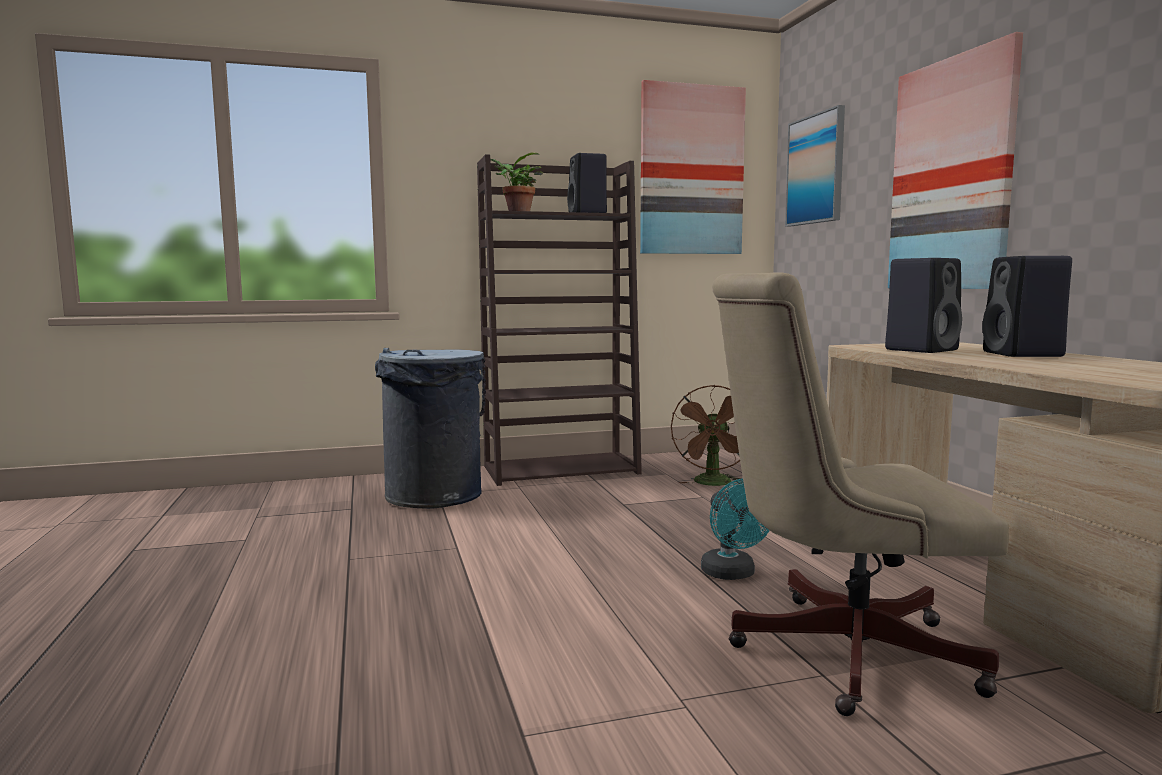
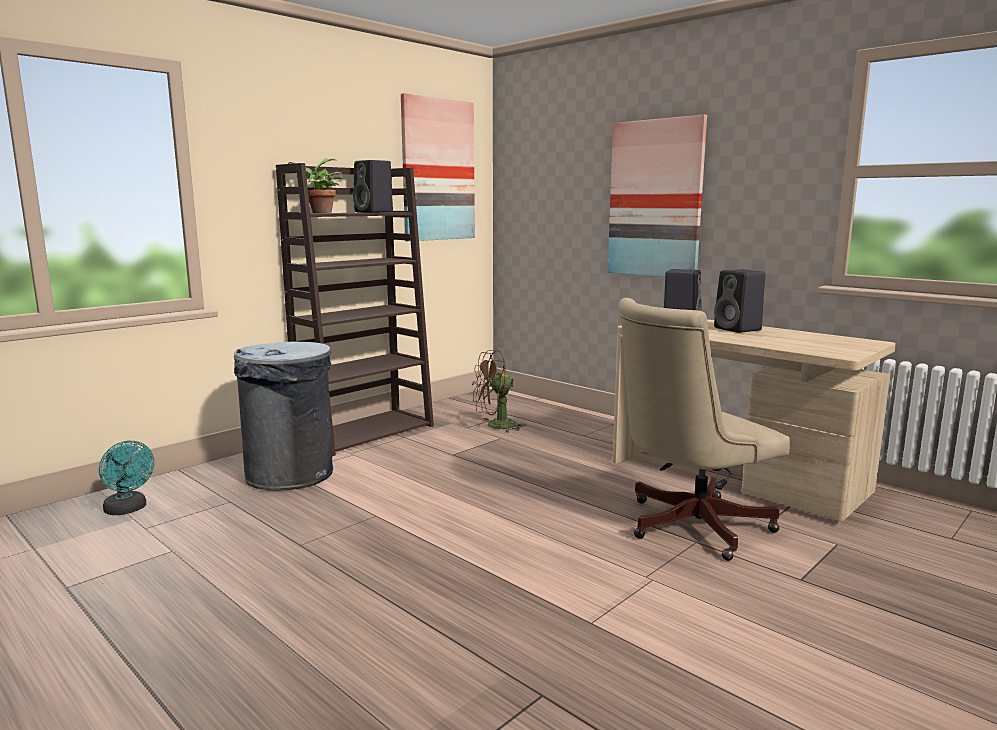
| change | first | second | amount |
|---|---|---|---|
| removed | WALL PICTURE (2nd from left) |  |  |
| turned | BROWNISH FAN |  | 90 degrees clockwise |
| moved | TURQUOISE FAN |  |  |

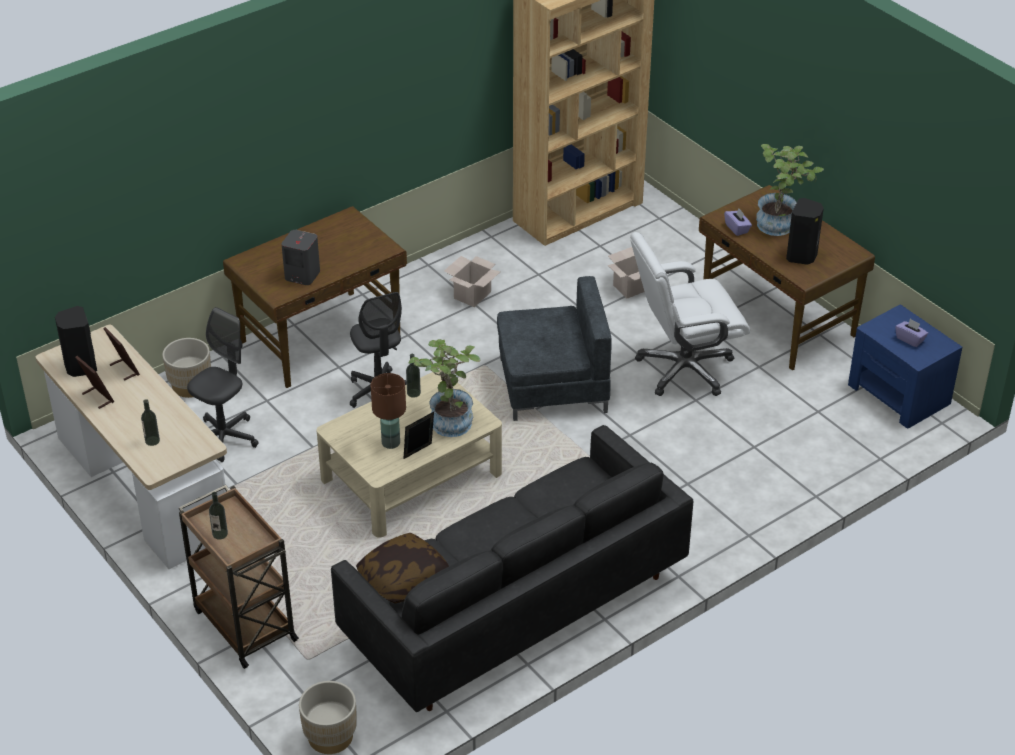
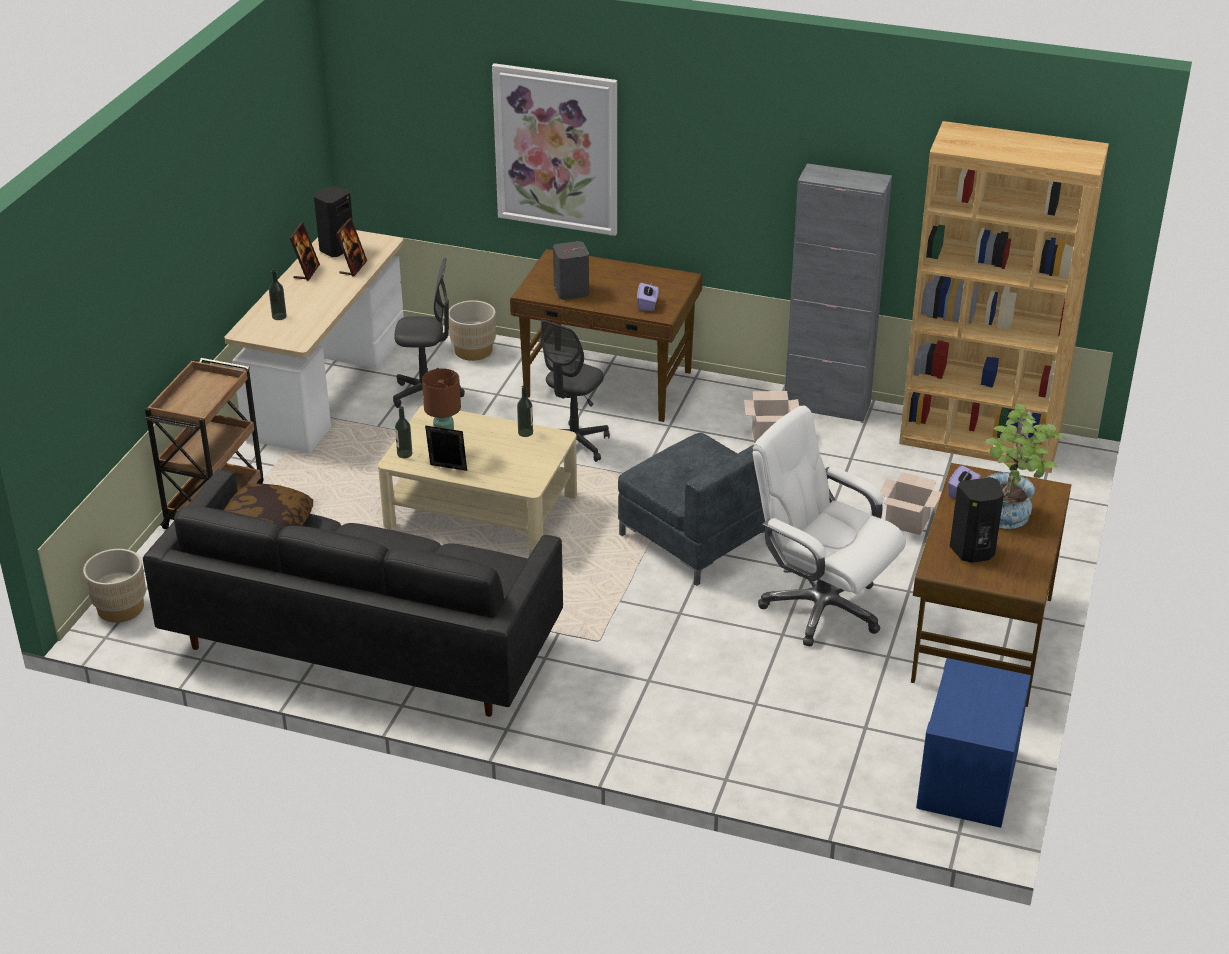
| change | first | second | amount |
|---|---|---|---|
| moved | PURPLE-COLOURED TISSUE HOLDER (2nd from left in the first image) | PURPLE-COLOURED TISSUE HOLDER (1st from left) |  |
| removed | HOUSEPLANT (1st from left) |  |  |
| moved | BOTTLE (2nd from left) |  |  |
| added |  | WALL PICTURE |  |
| added |  | GREY CUPBOARD |  |

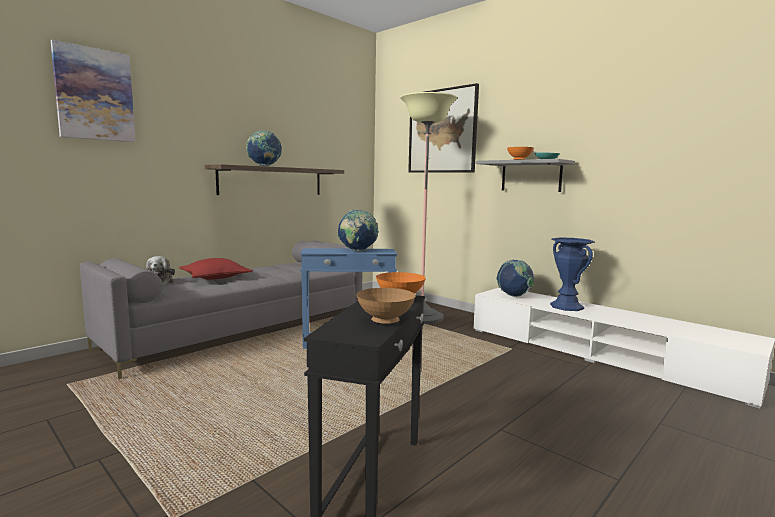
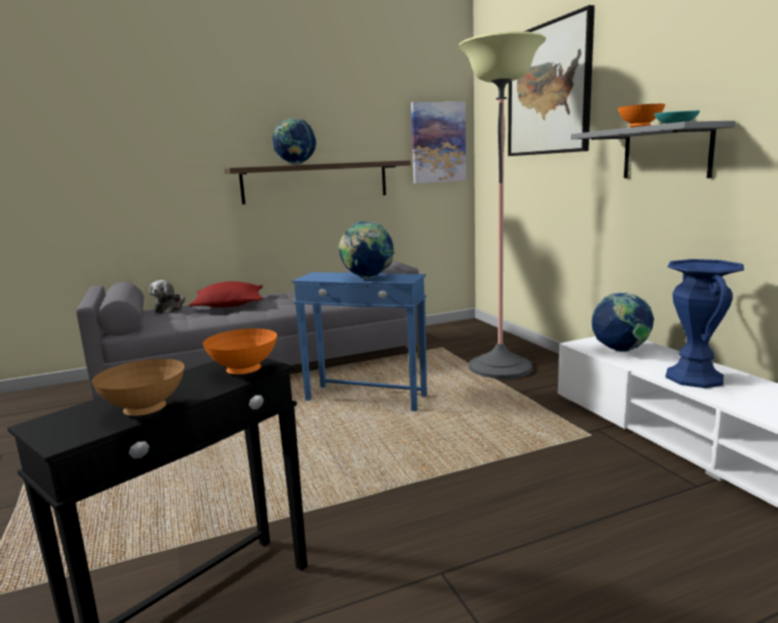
| change | first | second | amount |
|---|---|---|---|
| moved | WALL PICTURE (1st from left) |  |  |

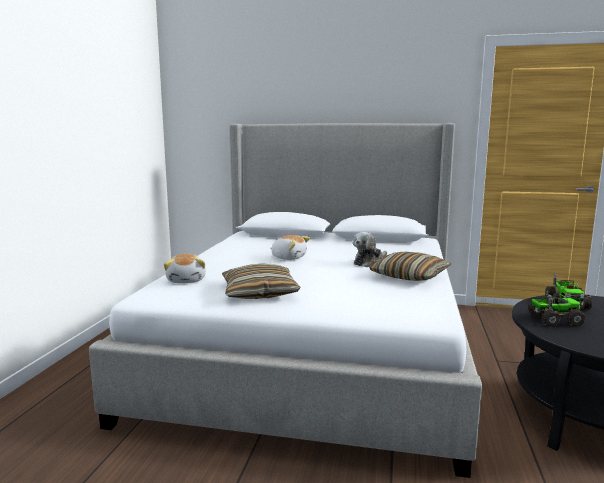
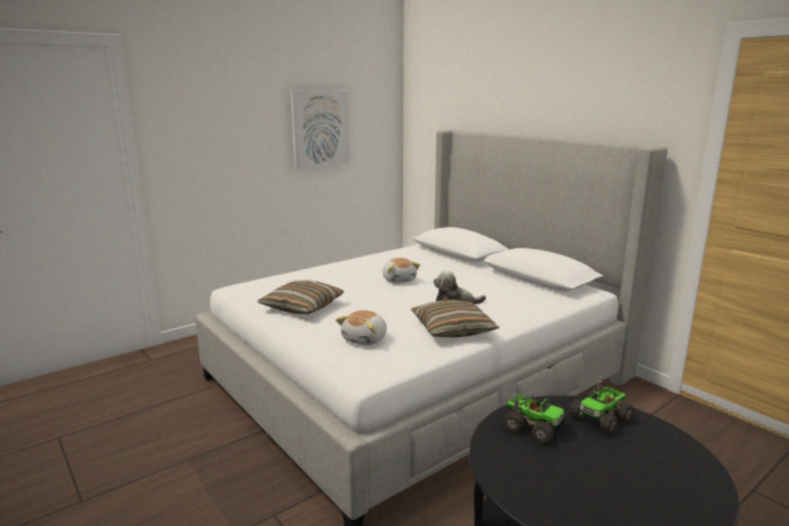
| change | first | second | amount |
|---|---|---|---|
| moved | PLUSH TOY (1st from left) |  |  |
| added |  | WALL PICTURE |  |

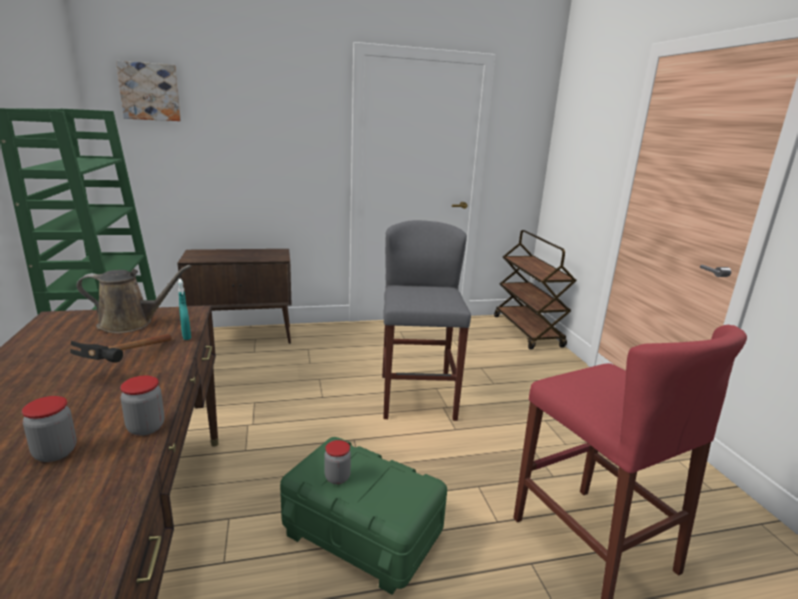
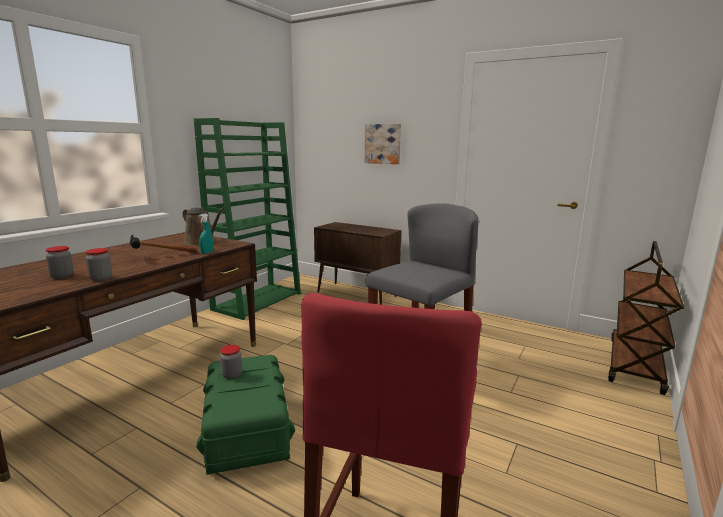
| change | first | second | amount |
|---|---|---|---|
| moved | WALL PICTURE |  |  |

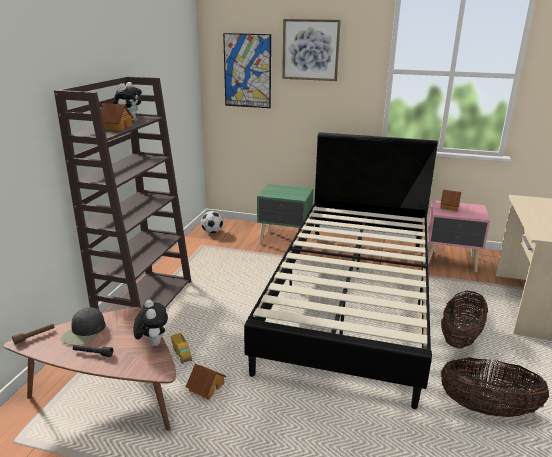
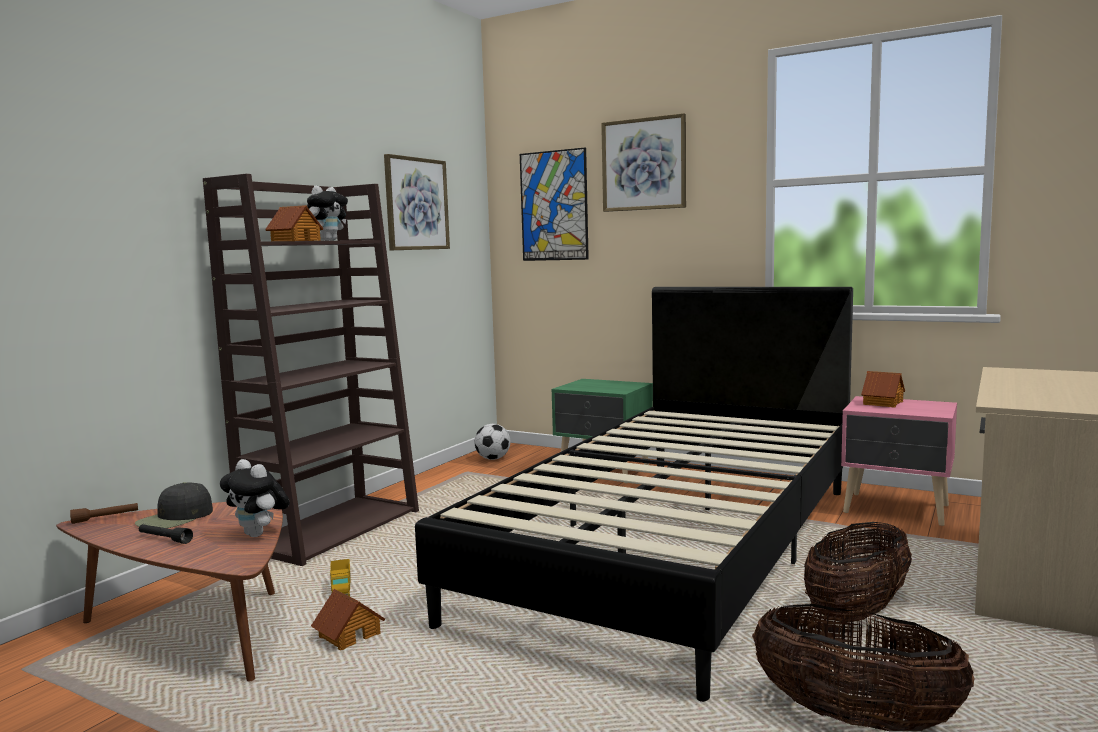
| change | first | second | amount |
|---|---|---|---|
| turned | PLUSH TOY (2nd from left in the first image) | PLUSH TOY (1st from left) | 135 degrees clockwise |
| added |  | WALL PICTURE (1st from left) |  |

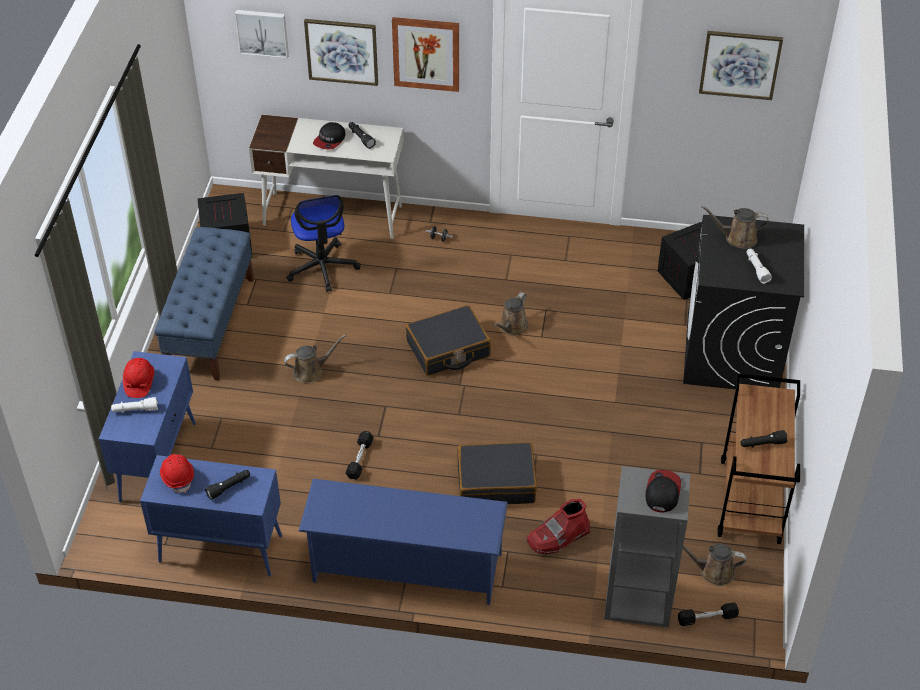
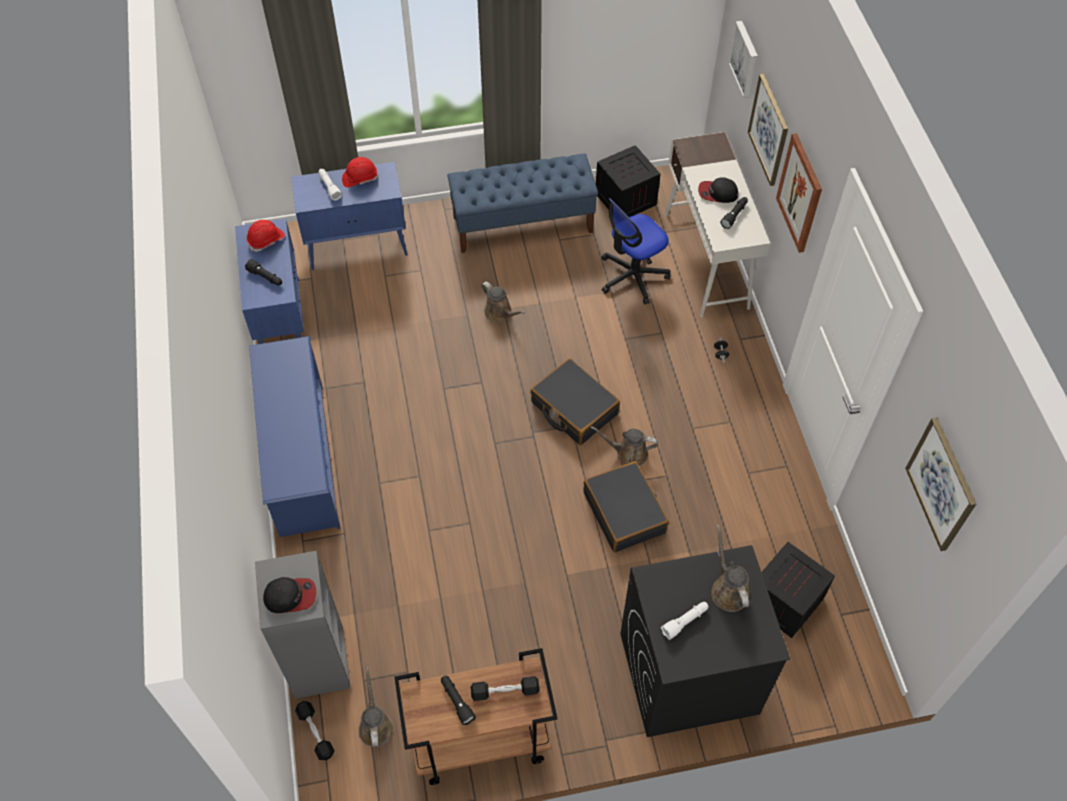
| change | first | second | amount |
|---|---|---|---|
| moved | BLACK-COLOURED DUMBBELL (1st from left in the first image) | BLACK-COLOURED DUMBBELL (2nd from left) |  |
| moved | BLACK-COLOURED PIECE OF LUGGAGE (2nd from left) |  |  |
| removed | RED HIGH-TOP BOOT |  |  |

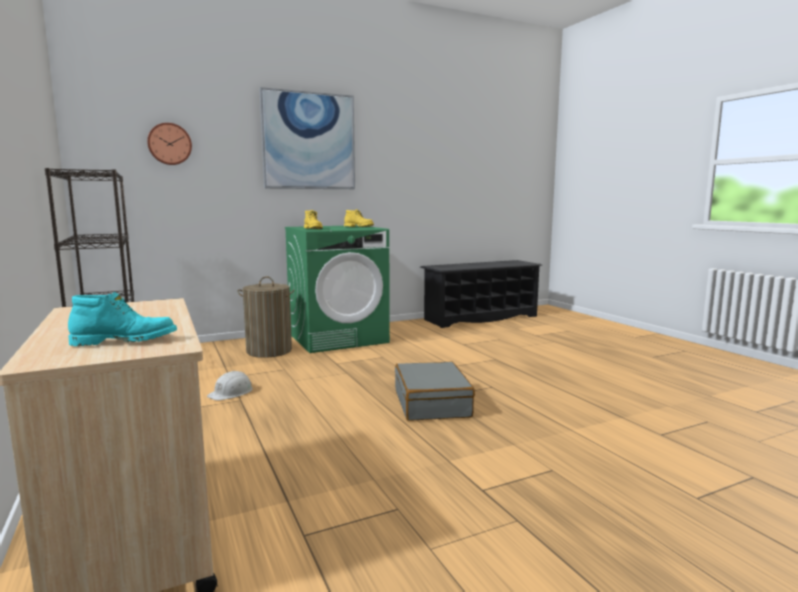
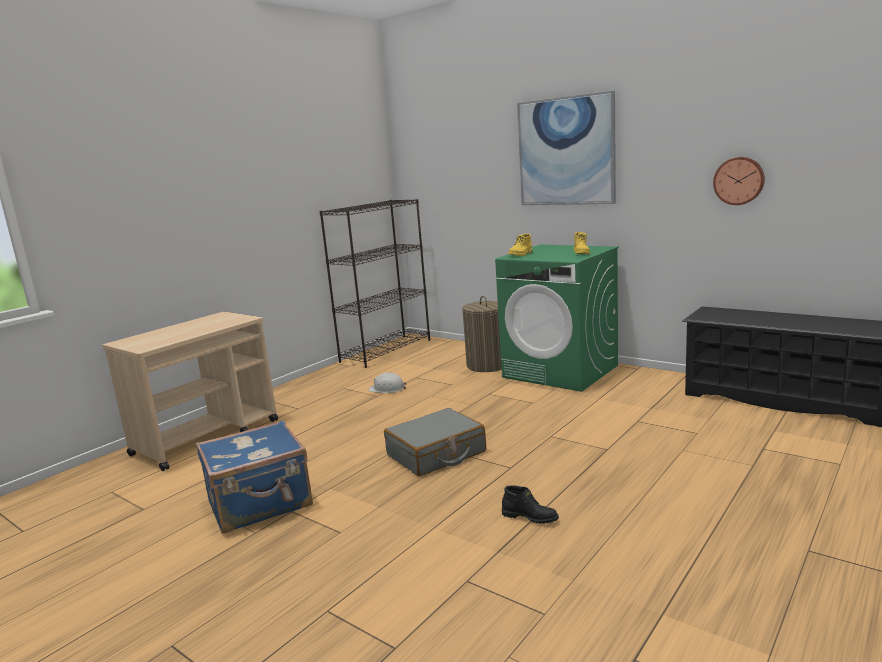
| change | first | second | amount |
|---|---|---|---|
| moved | HANGING CLOCK |  |  |
| removed | TURQUOISE HIGH-TOP BOOT |  |  |
| added |  | BLUE-COLOURED PIECE OF LUGGAGE |  |
| added |  | BLACK-COLOURED HIGH-TOP BOOT |  |

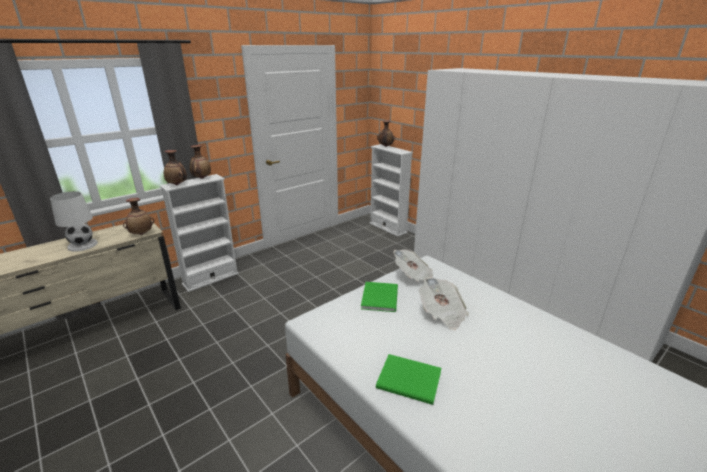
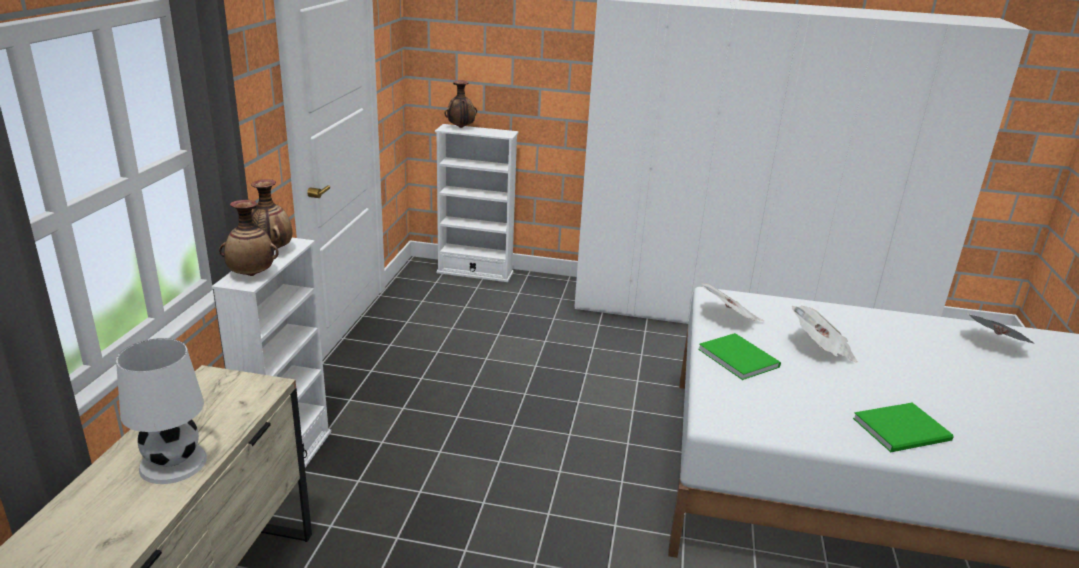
| change | first | second | amount |
|---|---|---|---|
| removed | VASE (1st from left) |  |  |
| added |  | NEWSPAPER (3rd from left) |  |

